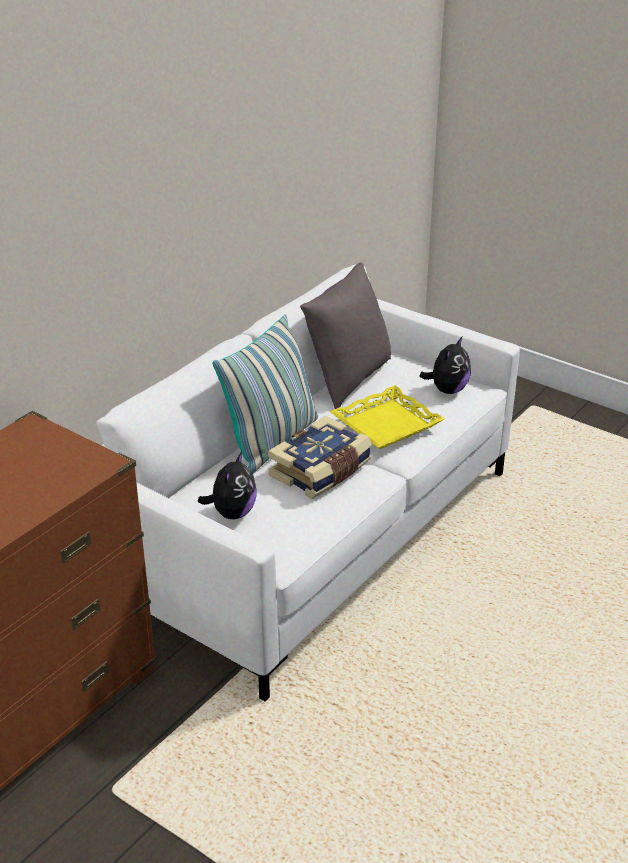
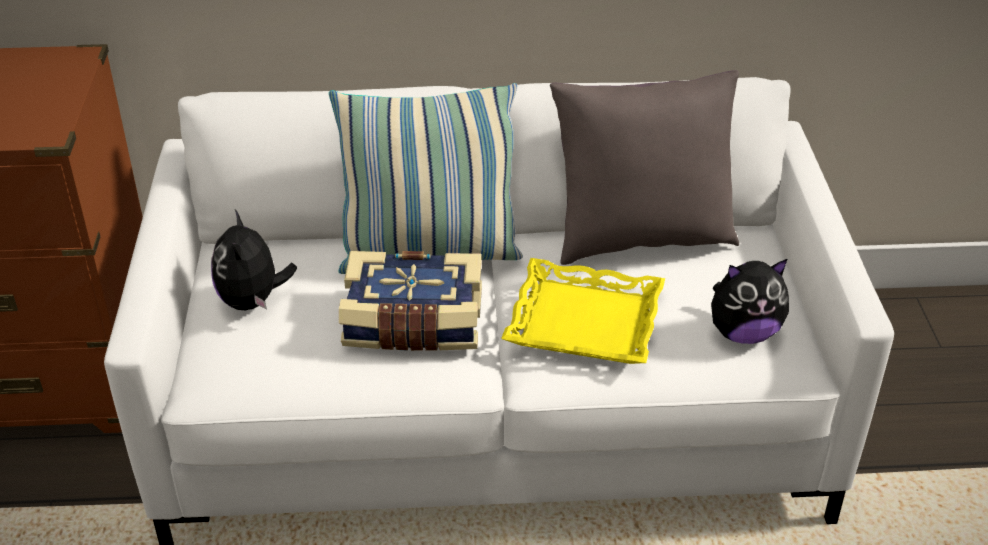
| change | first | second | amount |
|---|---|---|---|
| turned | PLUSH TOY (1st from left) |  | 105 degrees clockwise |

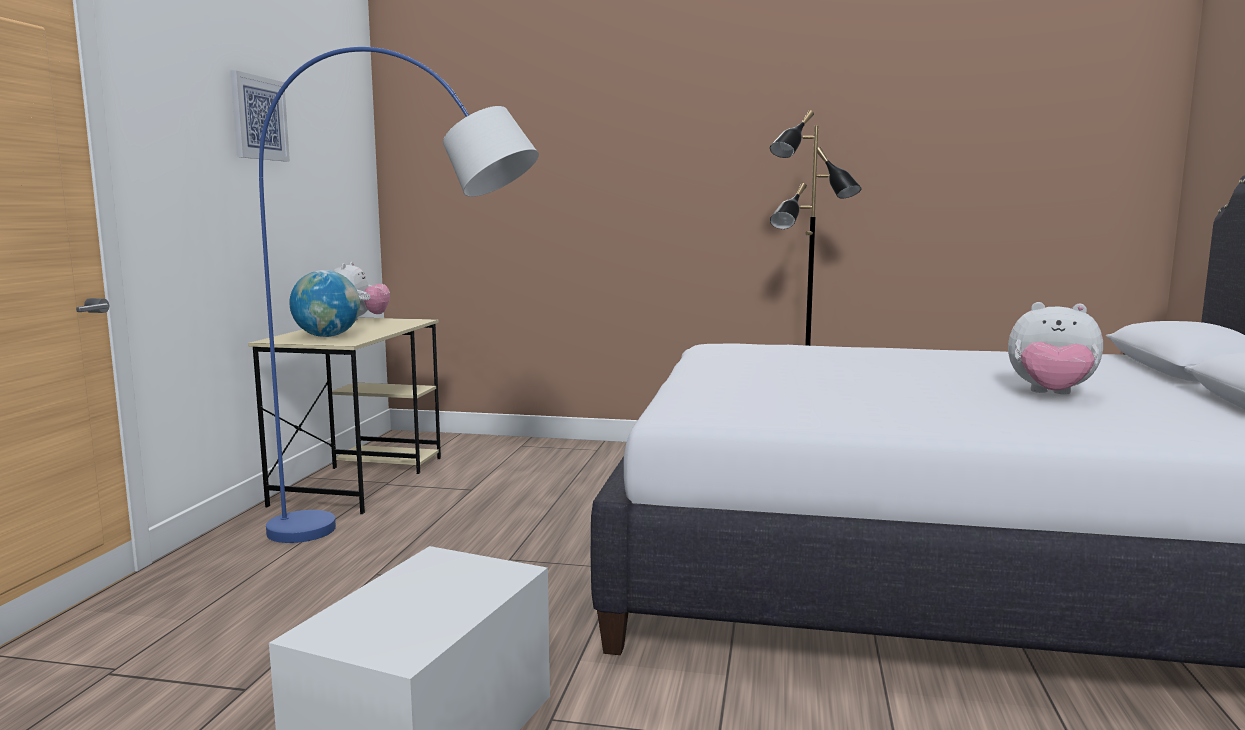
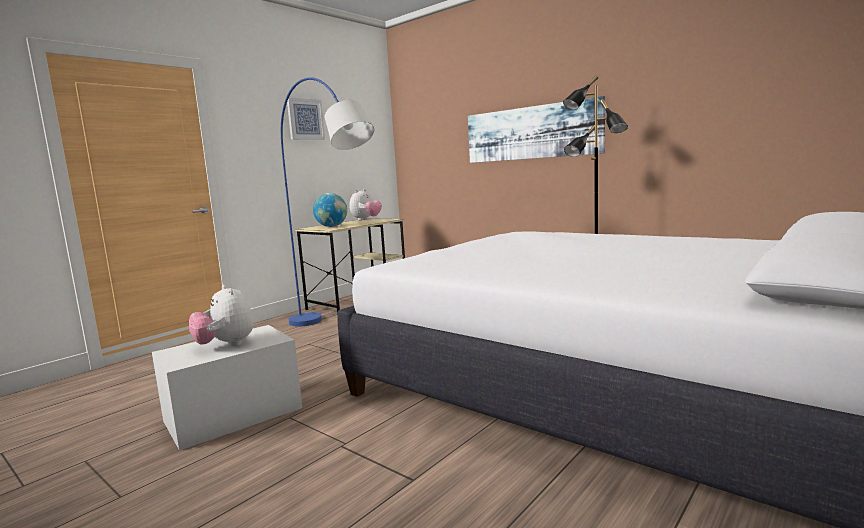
| change | first | second | amount |
|---|---|---|---|
| moved | PLUSH TOY (2nd from left in the first image) | PLUSH TOY (1st from left) |  |
| added |  | WALL PICTURE (2nd from left) |  |

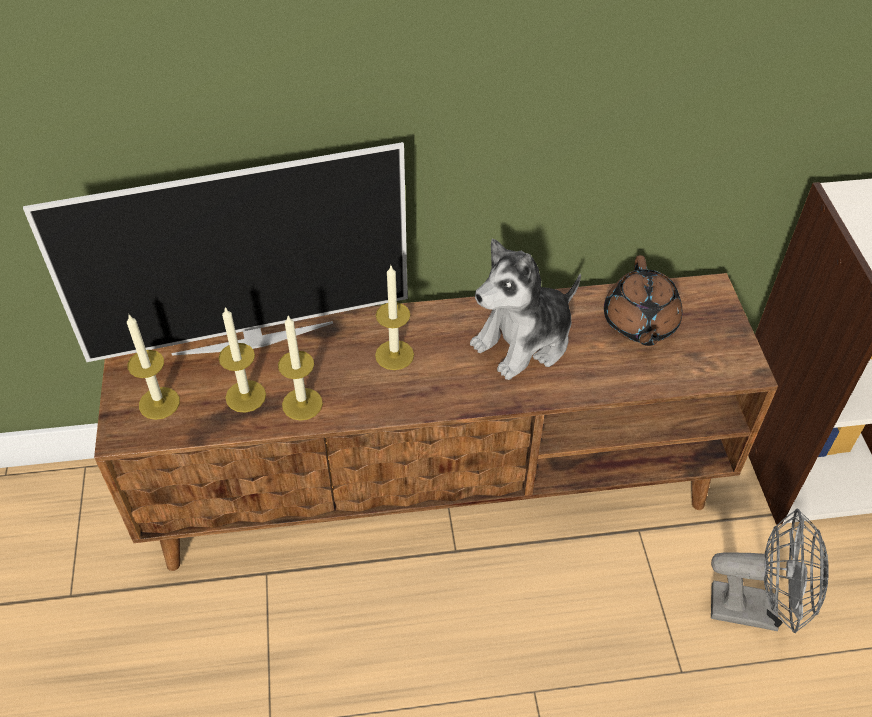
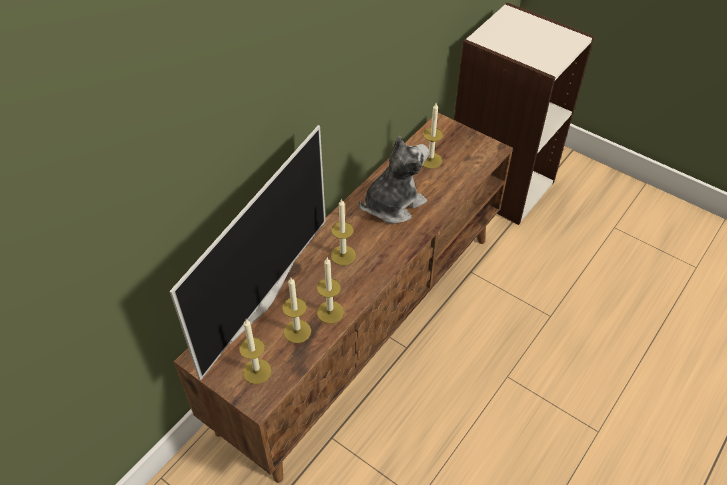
| change | first | second | amount |
|---|---|---|---|
| turned | PLUSH TOY |  | 135 degrees counterclockwise |
| replaced | BROWNISH TEA POT | WAX CANDLE (5th from left) |  |
| removed | GREY FAN |  |  |

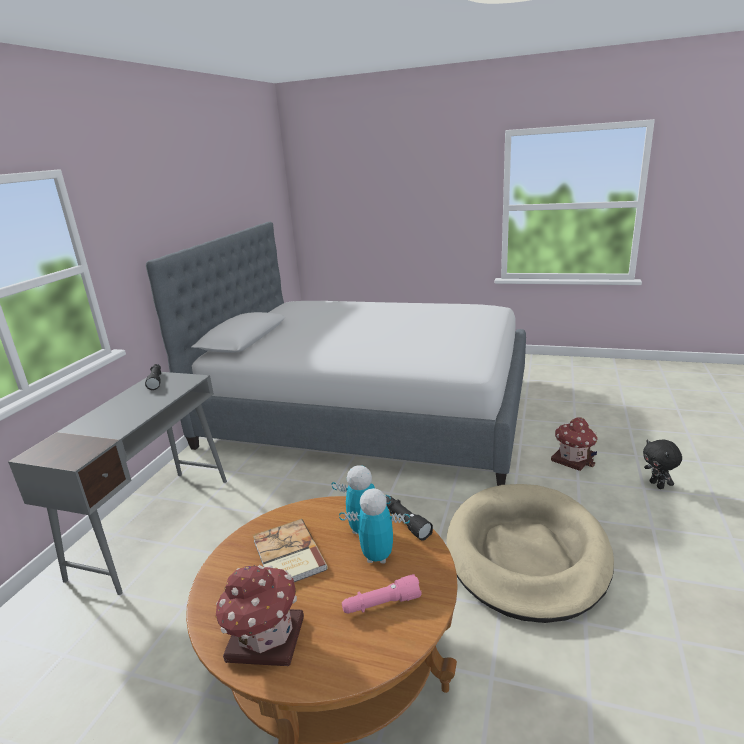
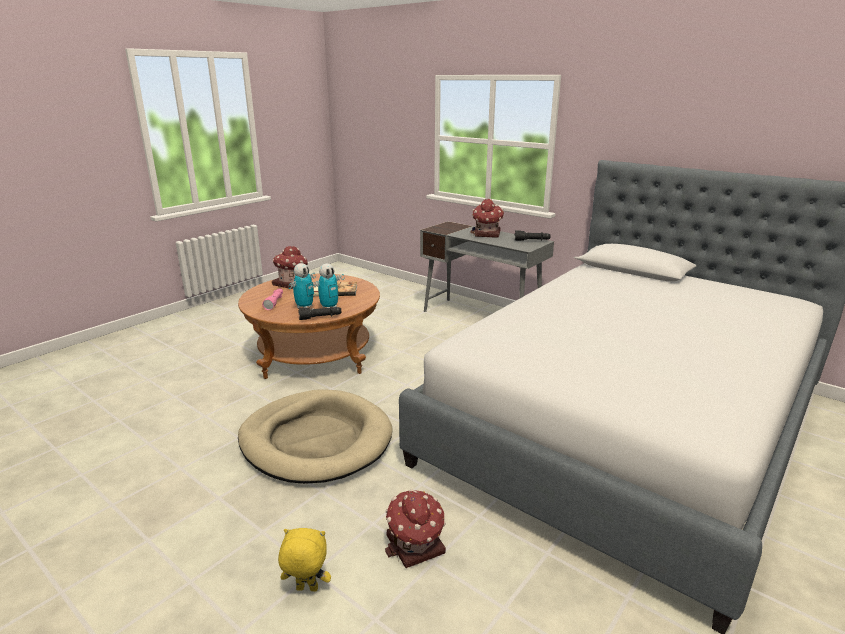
| change | first | second | amount |
|---|---|---|---|
| recoloured | BLACK-COLOURED PLUSH TOY | YELLOW-COLOURED PLUSH TOY |  |
| added |  | MINIATURE HOUSE (3rd from left) |  |

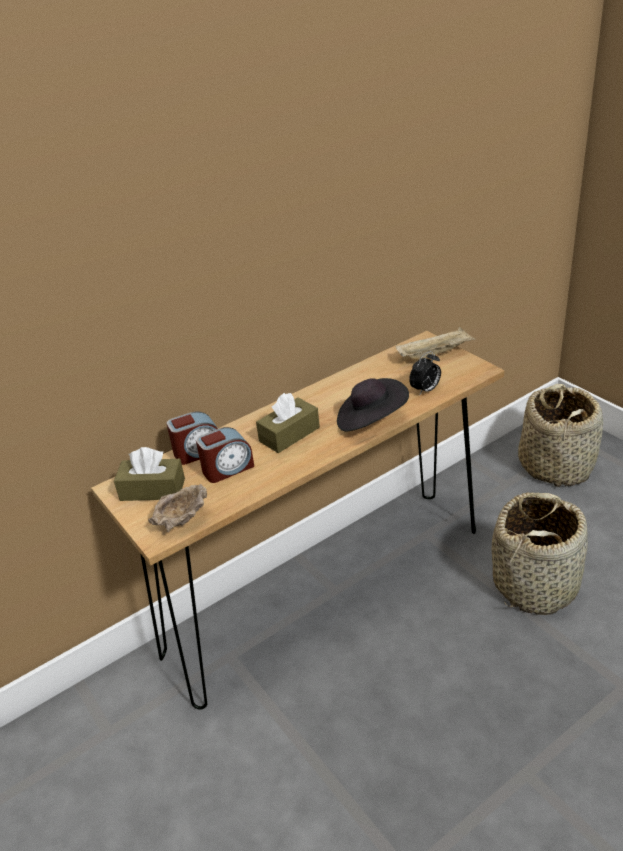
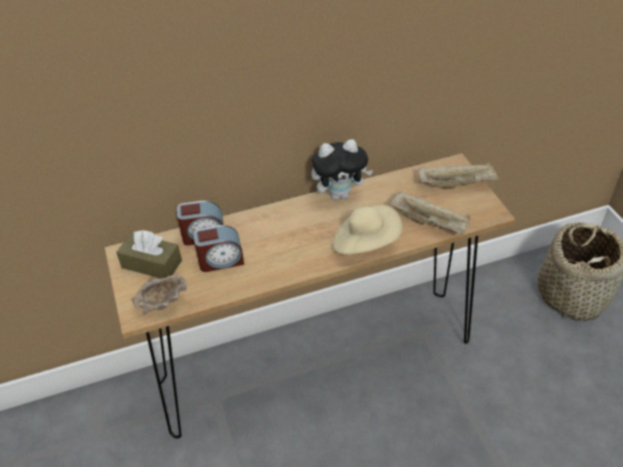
| change | first | second | amount |
|---|---|---|---|
| replaced | TABLE CLOCK (3rd from left) | SAND-COLOURED SERVING TRAY (1st from left) |  |
| recoloured | BLACK-COLOURED HAT | SAND-COLOURED HAT |  |
| removed | BROWNISH TISSUE HOLDER (2nd from left) |  |  |
| removed | BASKET (1st from left) |  |  |
| added |  | PLUSH TOY |  |

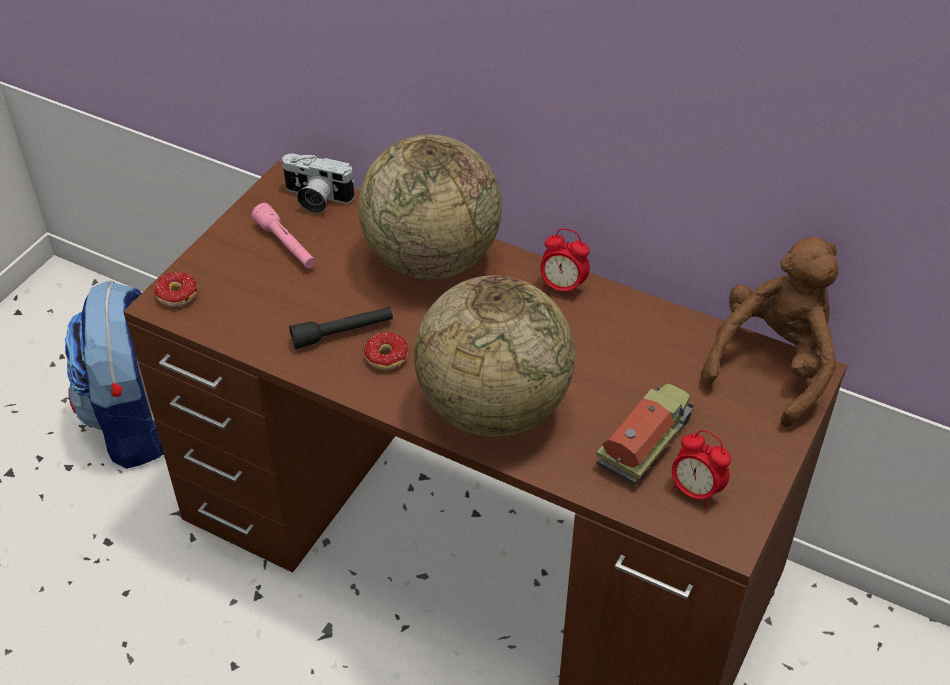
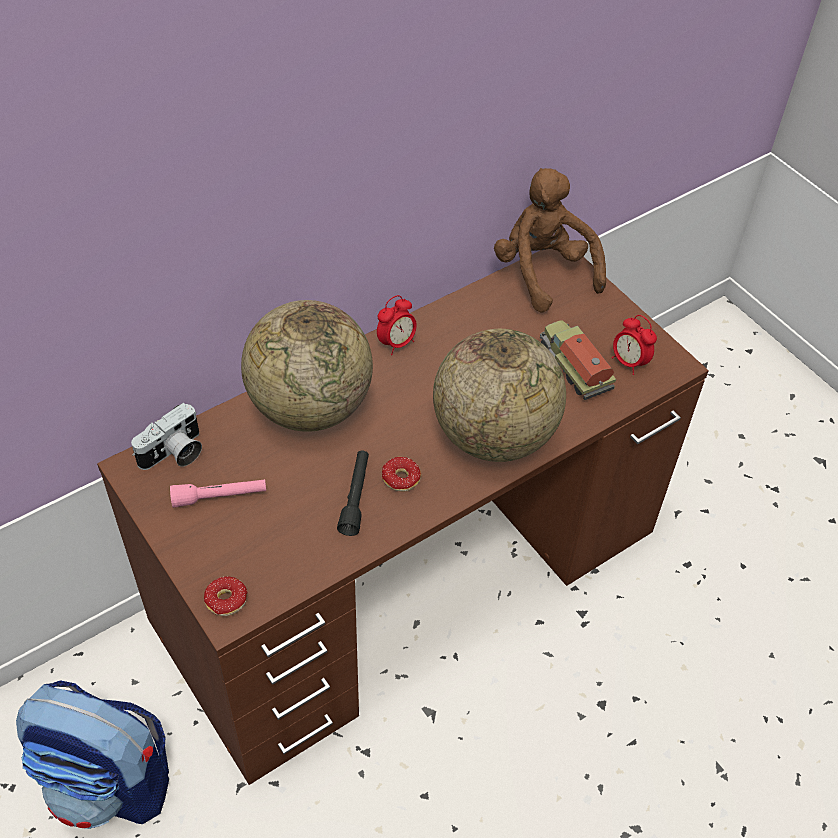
| change | first | second | amount |
|---|---|---|---|
| turned | TABLE CLOCK (2nd from left) |  | 75 degrees clockwise |

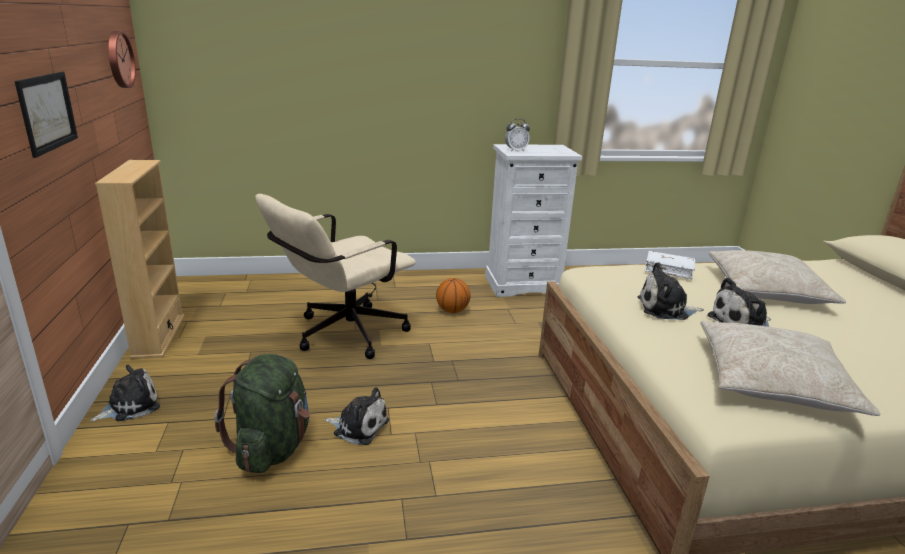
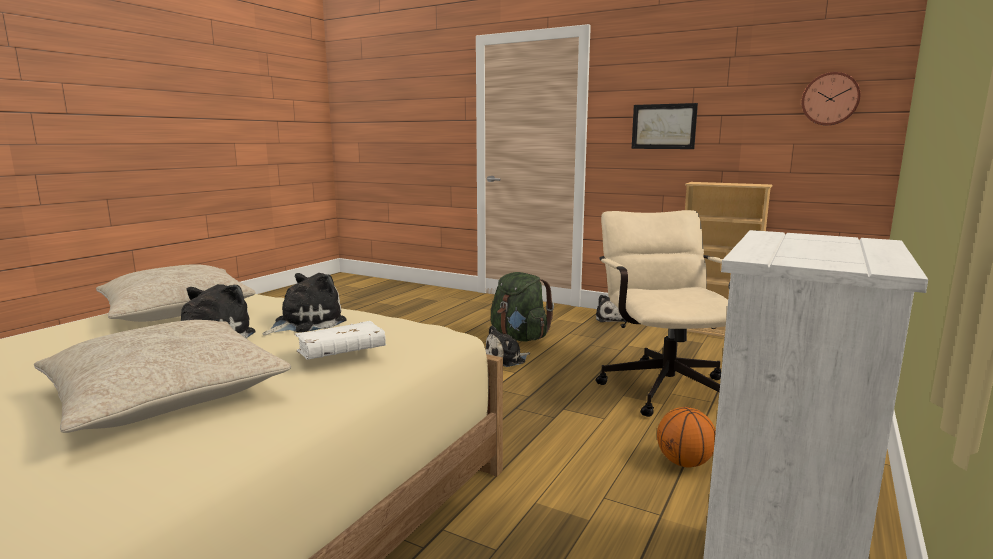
| change | first | second | amount |
|---|---|---|---|
| removed | TABLE CLOCK |  |  |

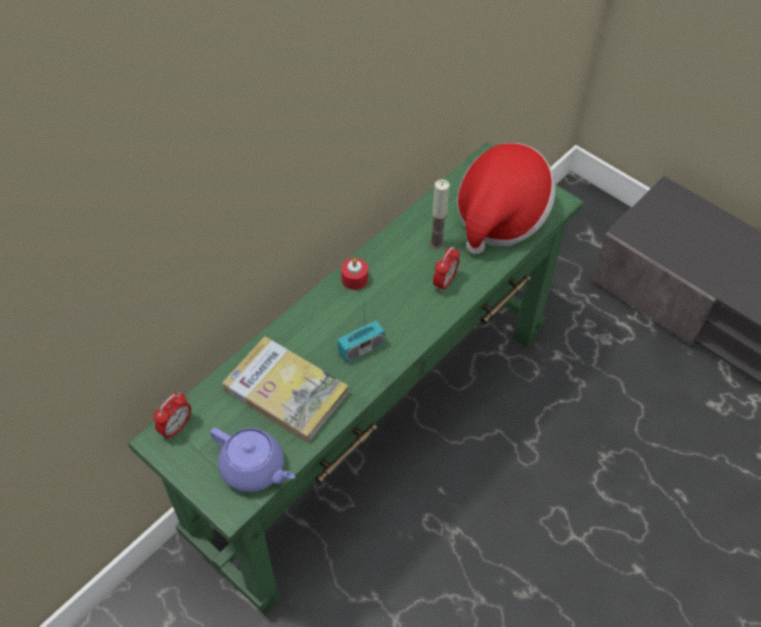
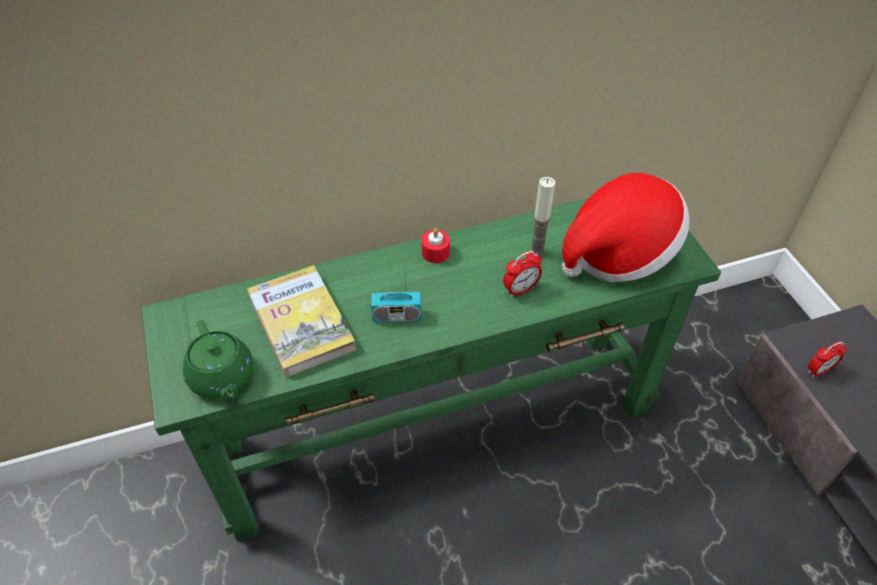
| change | first | second | amount |
|---|---|---|---|
| moved | TABLE CLOCK (1st from left in the first image) | TABLE CLOCK (2nd from left) |  |
| recoloured | PURPLE-COLOURED TEA POT | GREENISH TEA POT |  |

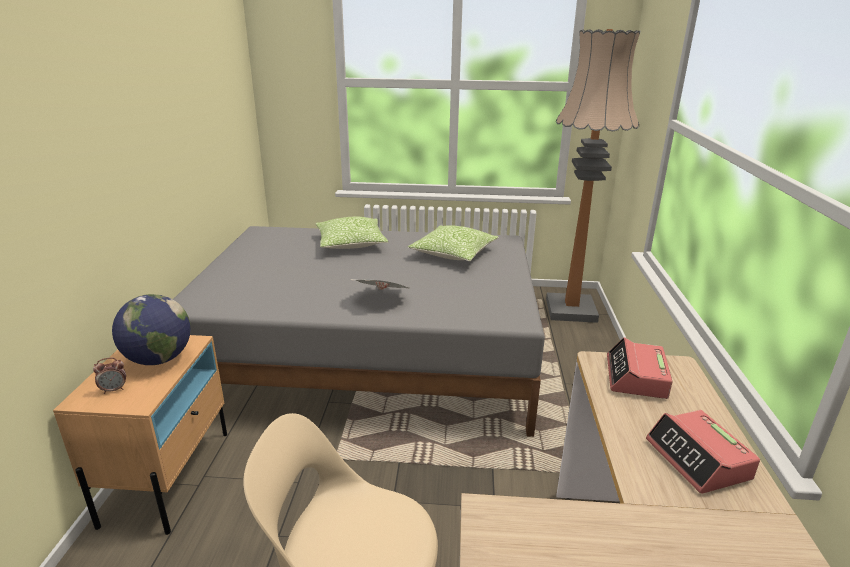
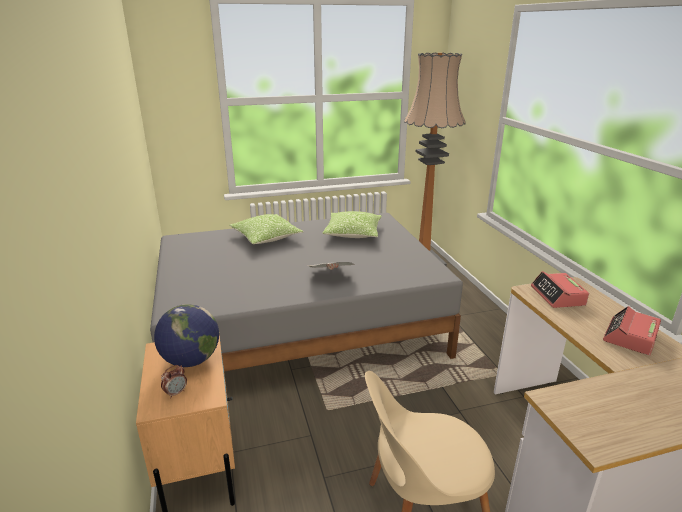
| change | first | second | amount |
|---|---|---|---|
| turned | TABLE CLOCK (3rd from left) |  | 75 degrees clockwise |

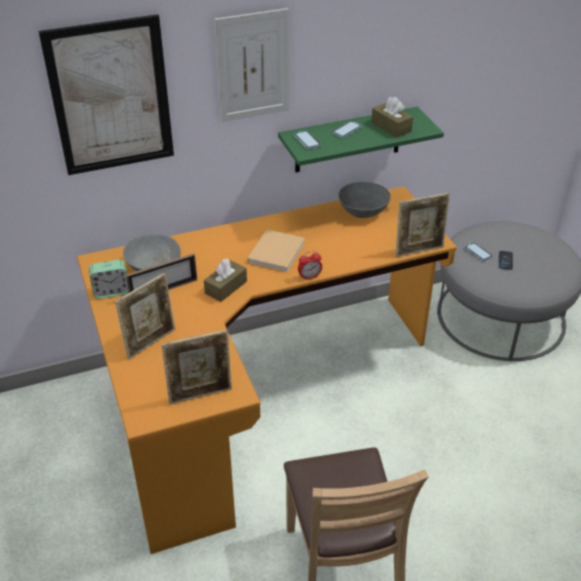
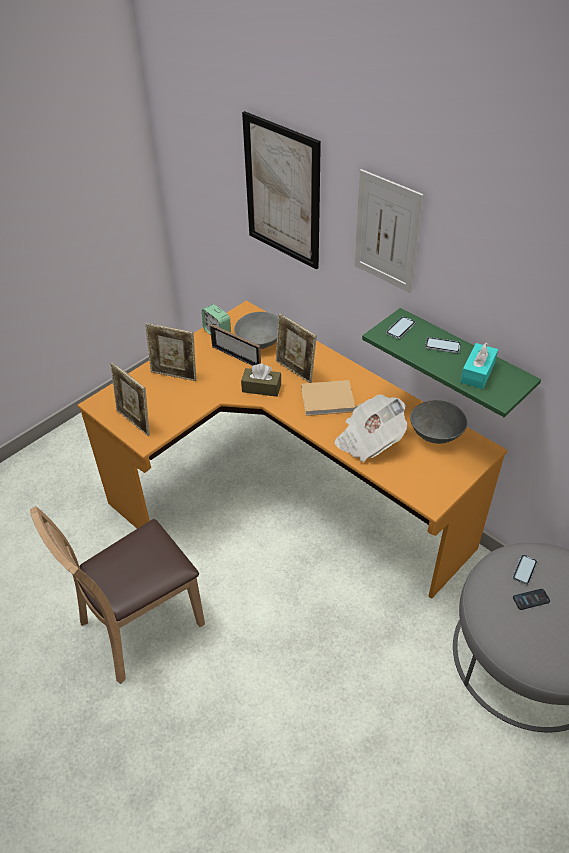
| change | first | second | amount |
|---|---|---|---|
| recoloured | BROWNISH TISSUE HOLDER (2nd from left) | TURQUOISE TISSUE HOLDER |  |
| moved | STANDING FRAME (4th from left) |  |  |
| removed | TABLE CLOCK (2nd from left) |  |  |
| added |  | NEWSPAPER |  |

